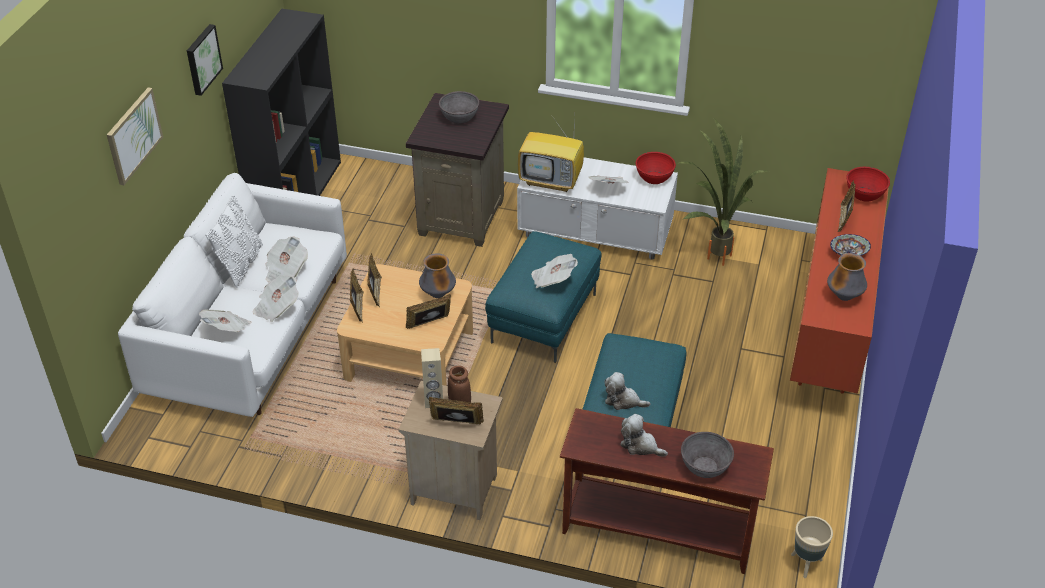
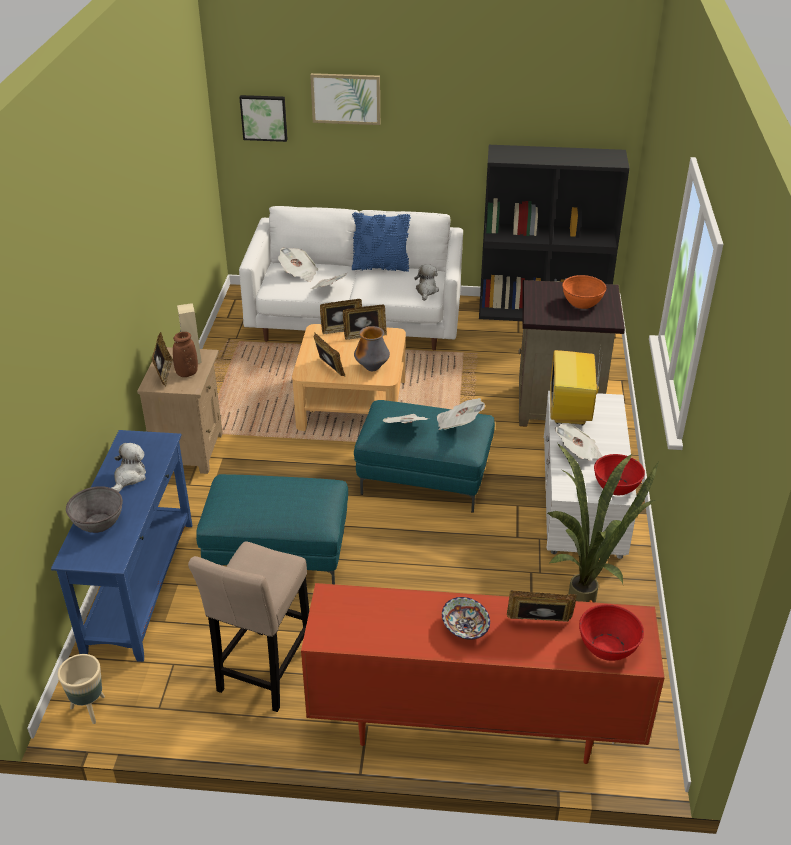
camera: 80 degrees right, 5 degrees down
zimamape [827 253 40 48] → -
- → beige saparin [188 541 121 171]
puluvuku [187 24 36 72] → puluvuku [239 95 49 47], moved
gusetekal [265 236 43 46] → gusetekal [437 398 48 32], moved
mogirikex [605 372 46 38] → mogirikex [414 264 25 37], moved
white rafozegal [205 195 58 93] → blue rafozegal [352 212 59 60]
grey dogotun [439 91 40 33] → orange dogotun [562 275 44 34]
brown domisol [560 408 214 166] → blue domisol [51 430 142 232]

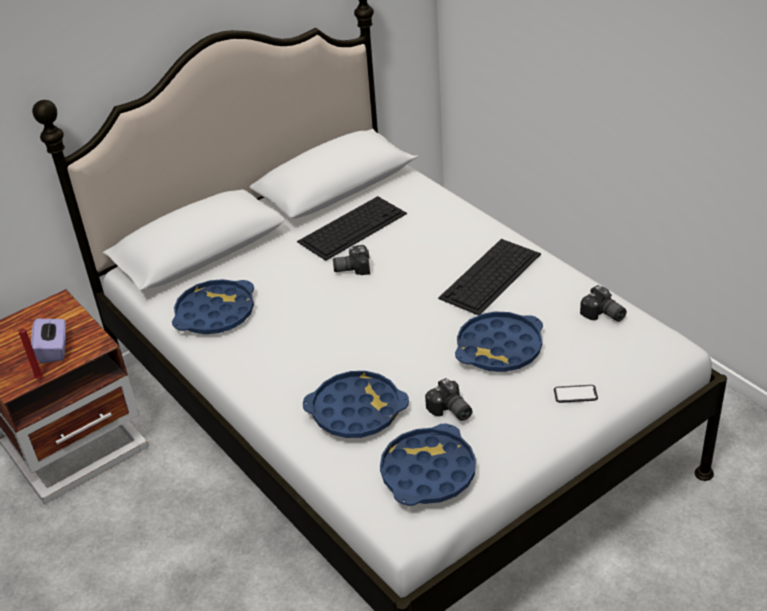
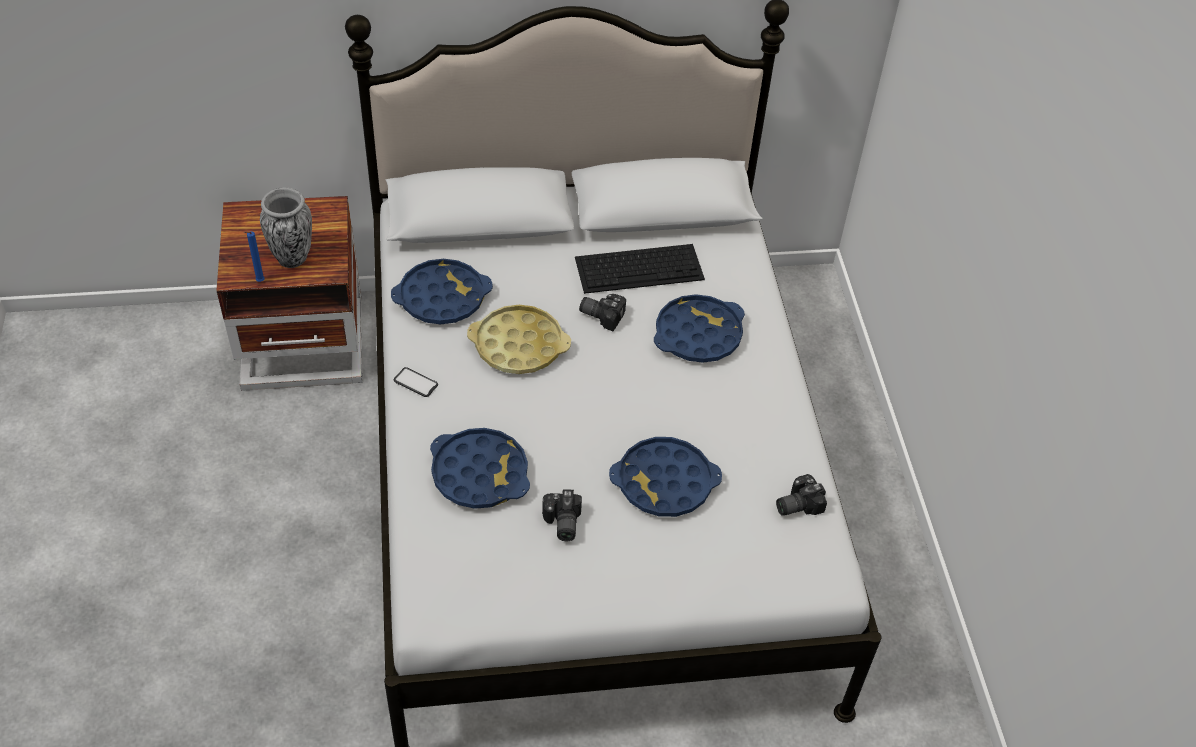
camera: 25 degrees right, 10 degrees up
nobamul [438 239 103 76] → -
- → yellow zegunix [467 305 104 69]
blue zegunix [380 424 96 82] → blue zegunix [654 294 91 69], moved
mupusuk [554 385 44 18] → mupusuk [393 367 45 30], moved
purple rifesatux [31 317 35 47] → zimamape [260 187 52 81]
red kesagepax [17 328 26 51] → blue kesagepax [243 231 22 51]
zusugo [580 285 47 37] → zusugo [776 474 51 42], 75 degrees clockwise

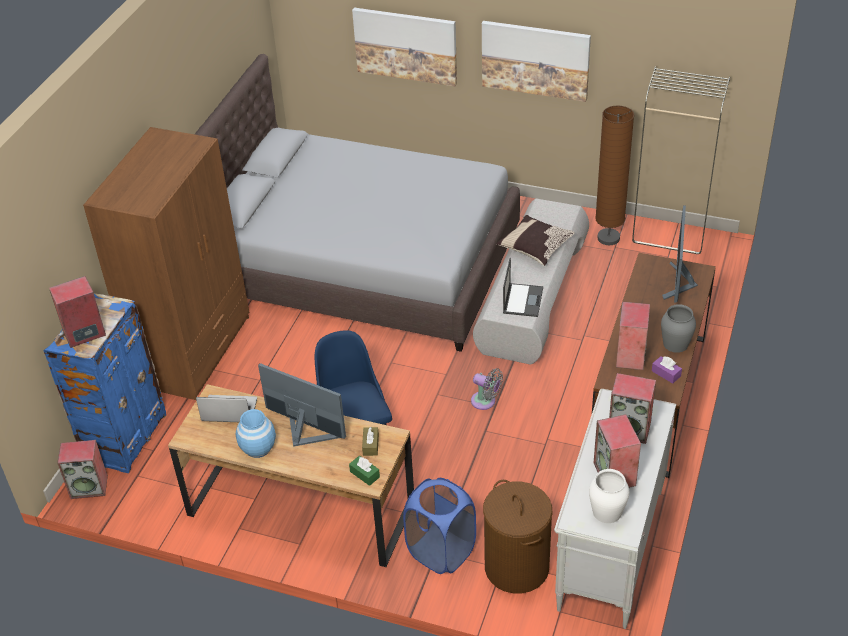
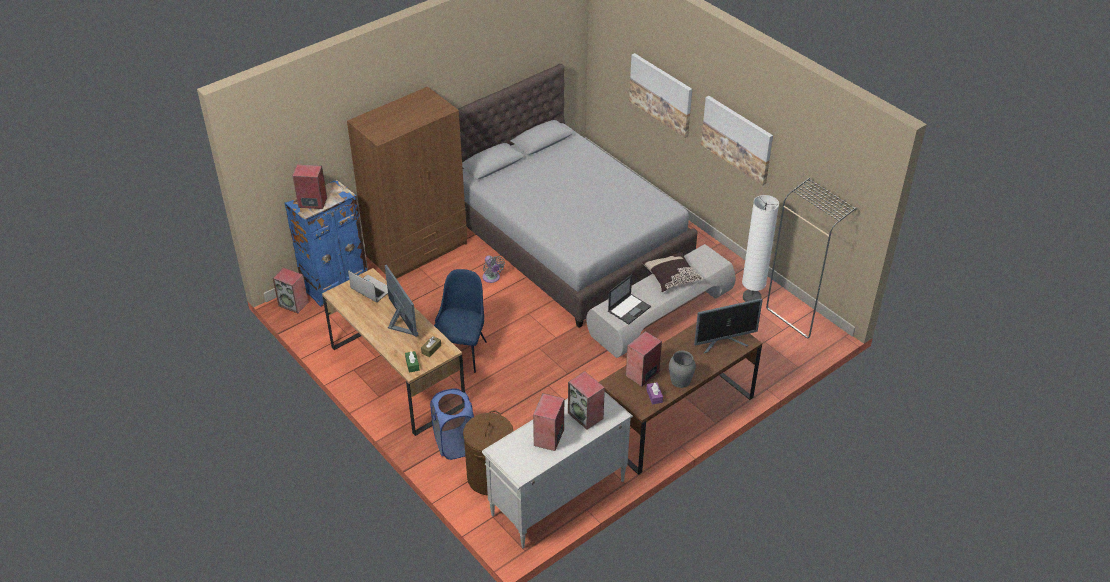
camera: 30 degrees right, 0 degrees up
blue zimamape [236 409 40 49] → -
white zimamape [589 469 41 54] → -
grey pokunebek [471 368 32 42] → grey pokunebek [483 256 22 27], moved
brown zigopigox [595 105 39 140] → white zigopigox [742 195 37 107]
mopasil [662 205 36 98] → mopasil [694 298 69 55], 150 degrees counterclockwise

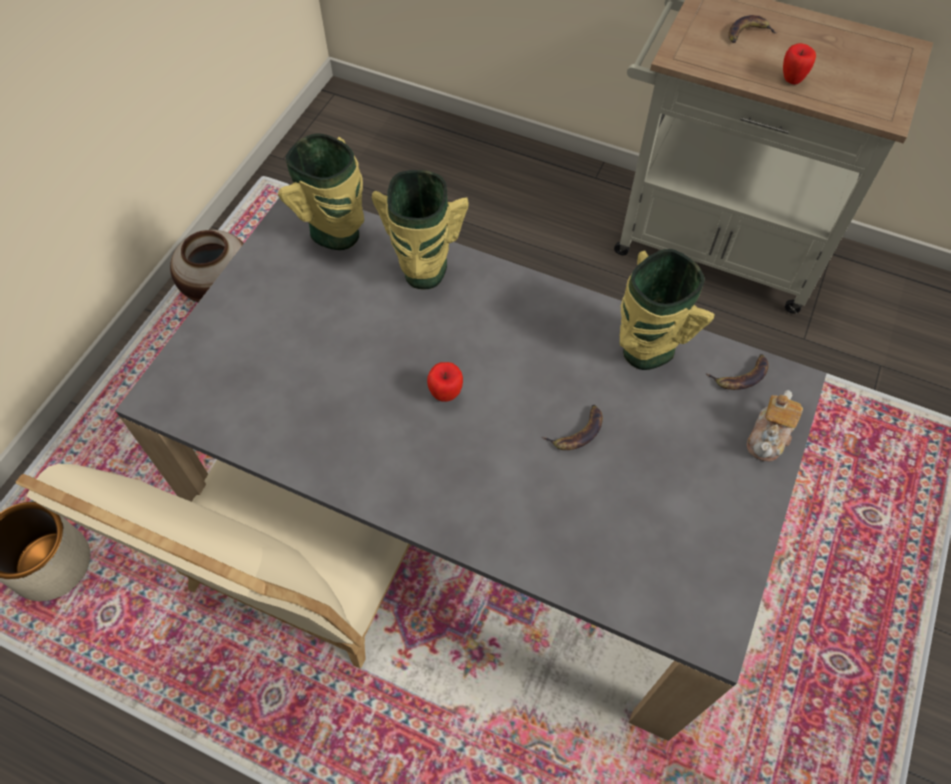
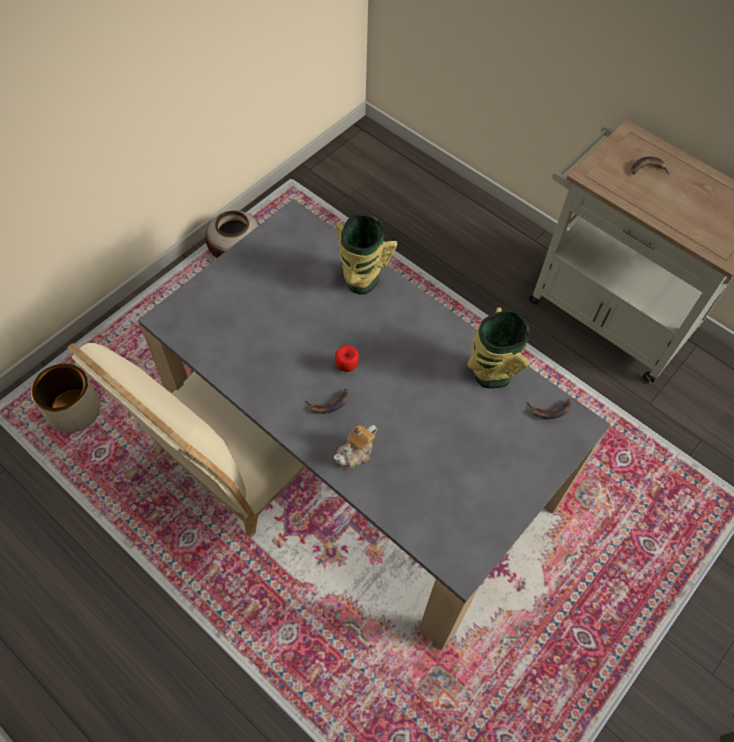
camera: 15 degrees right, 0 degrees up
zimamape [278 134 86 116] → -
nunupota [783 43 33 42] → -
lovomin [542 405 61 45] → lovomin [304 389 45 25], moved
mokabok [747 390 56 71] → mokabok [334 425 43 44], moved

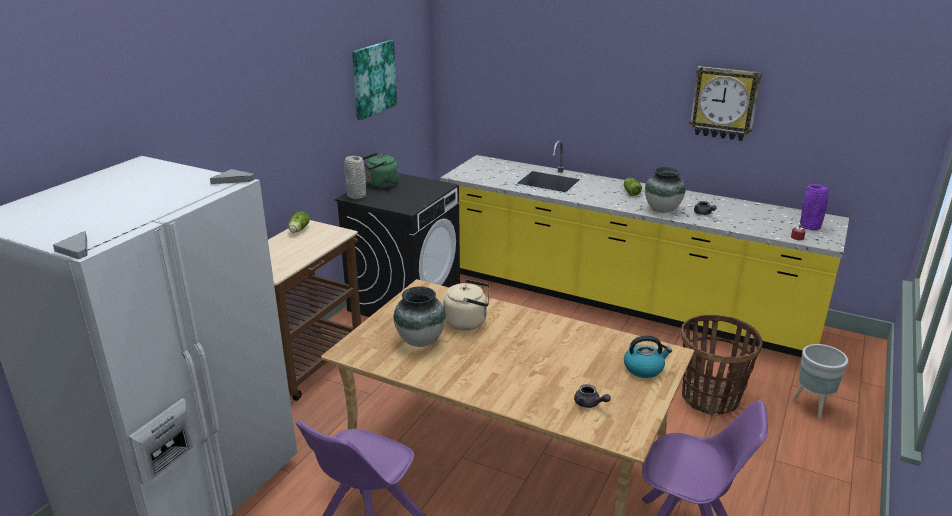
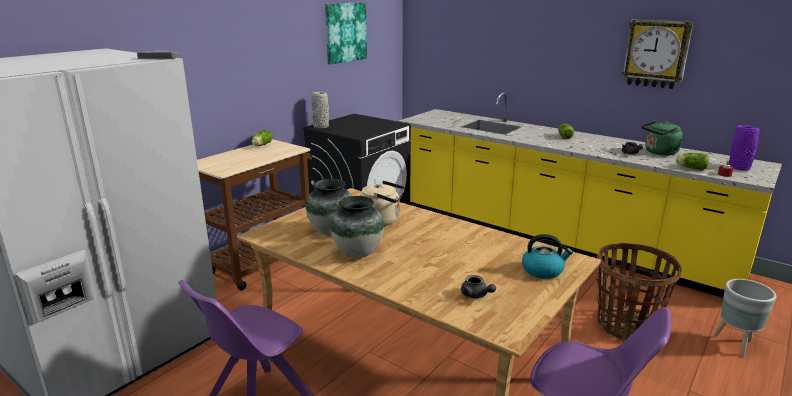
camera: 10 degrees right, 5 degrees down
- → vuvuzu [676 153 33 17]
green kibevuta [363 153 36 35] → green kibevuta [641 121 42 34], moved
zimamape [645 167 40 46] → zimamape [330 196 54 62], moved

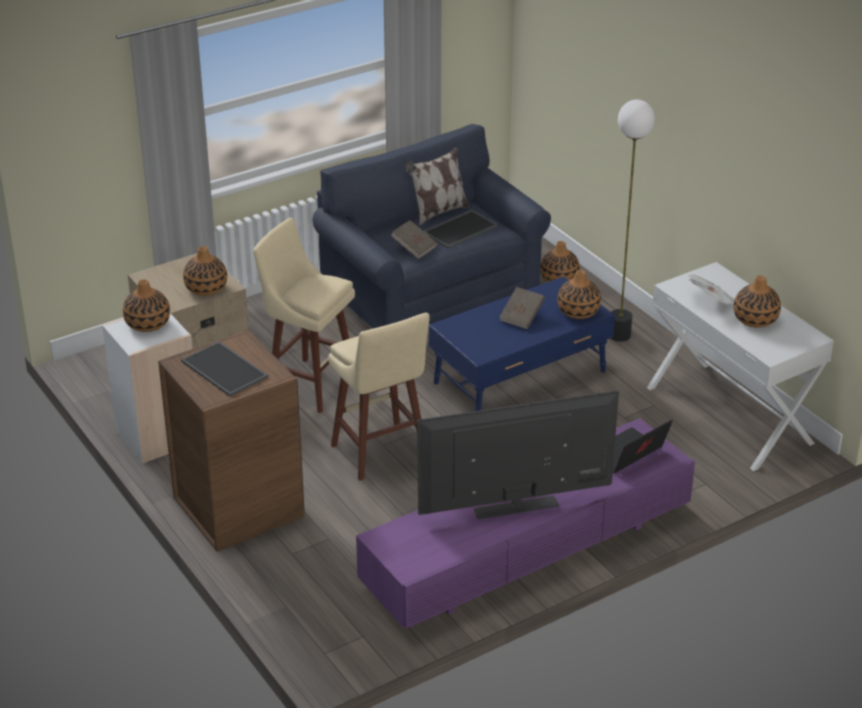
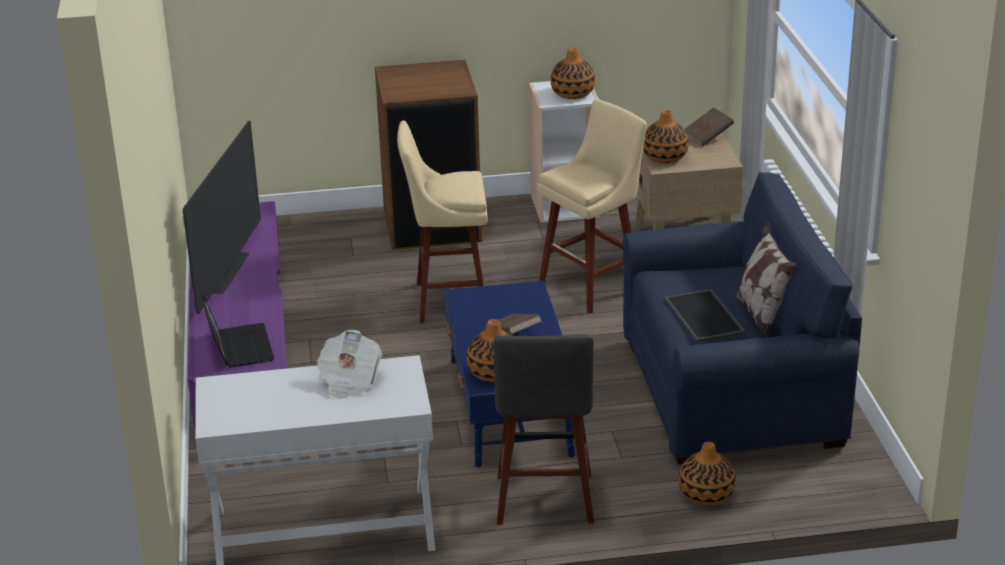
camera: 115 degrees right, 5 degrees down
zegunix [181 341 87 55] → -
zimamape [734 275 47 53] → -
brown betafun [391 220 47 39] → brown betafun [684 107 50 40], moved
zigopigox [611 99 44 243] → grey saparin [493 334 101 191]

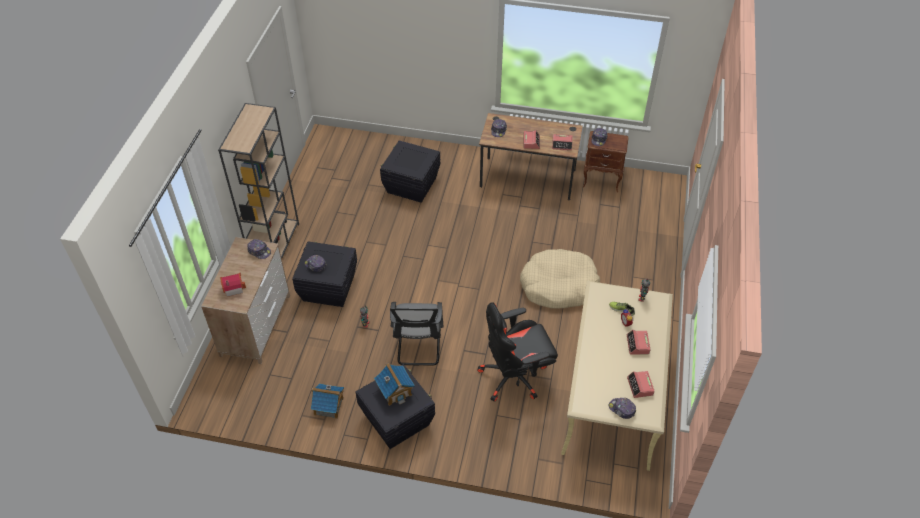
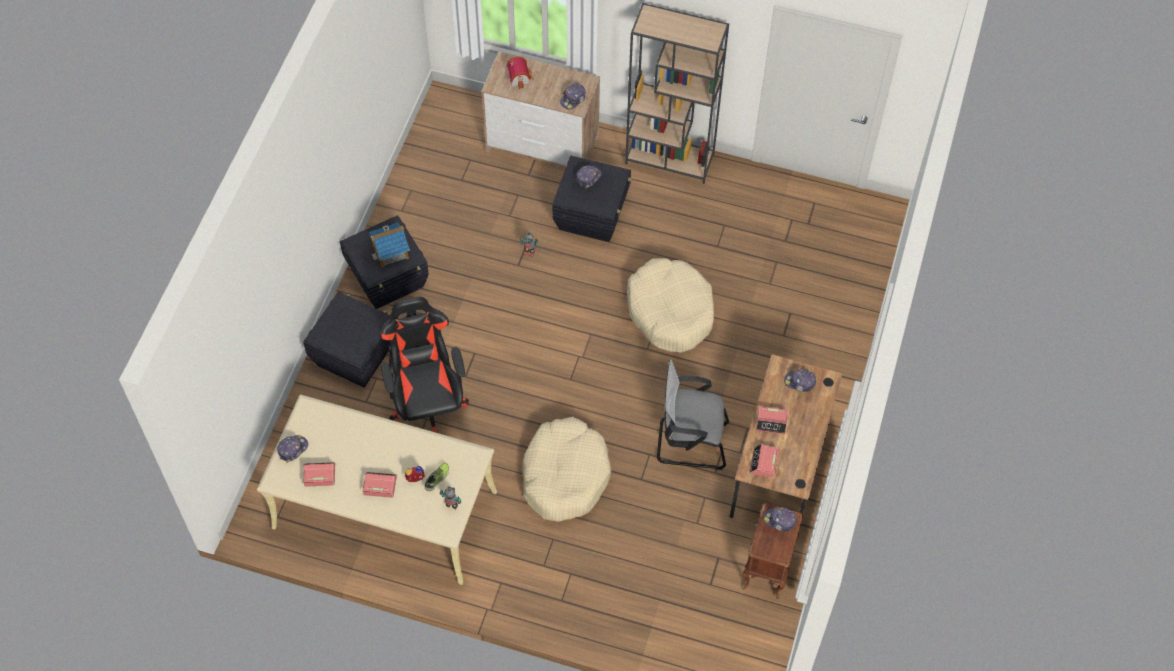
camera: 95 degrees right, 10 degrees up
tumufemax [311 384 33 35] → -
- → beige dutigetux [627 258 87 95]
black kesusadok [380 140 61 63] → black kesusadok [303 292 88 96], moved
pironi [390 302 54 64] → pironi [657 359 72 111], moved

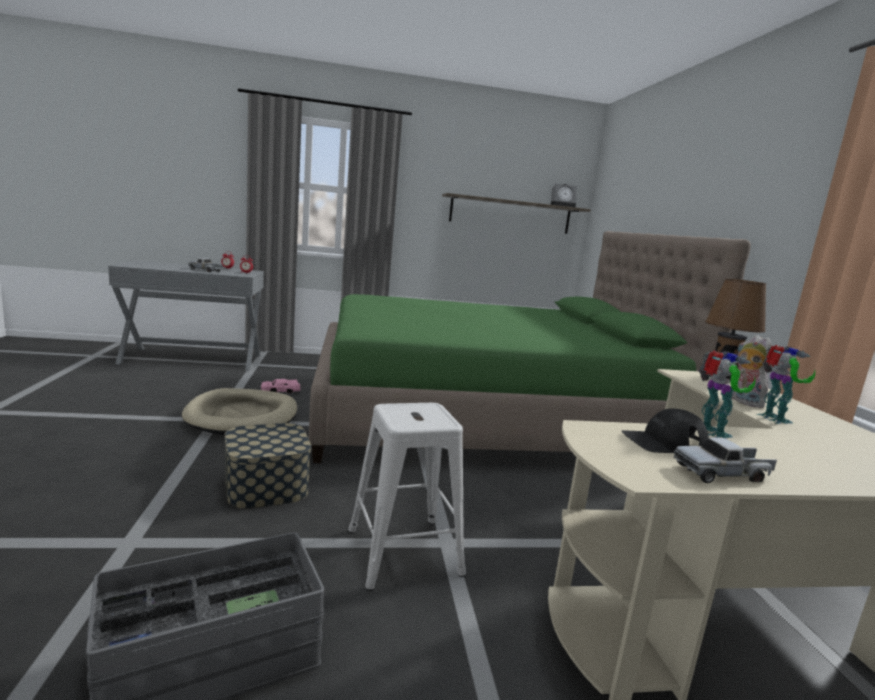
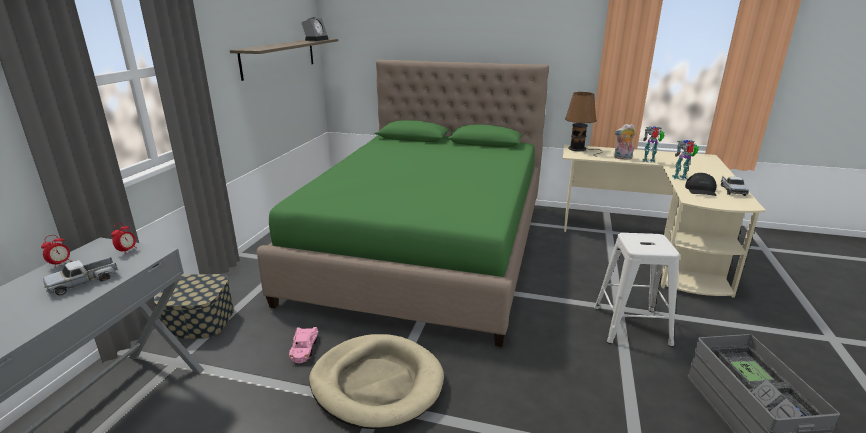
camera: 65 degrees left, 10 degrees up
kesusadok [225 423 86 86] → kesusadok [154 274 80 65], moved

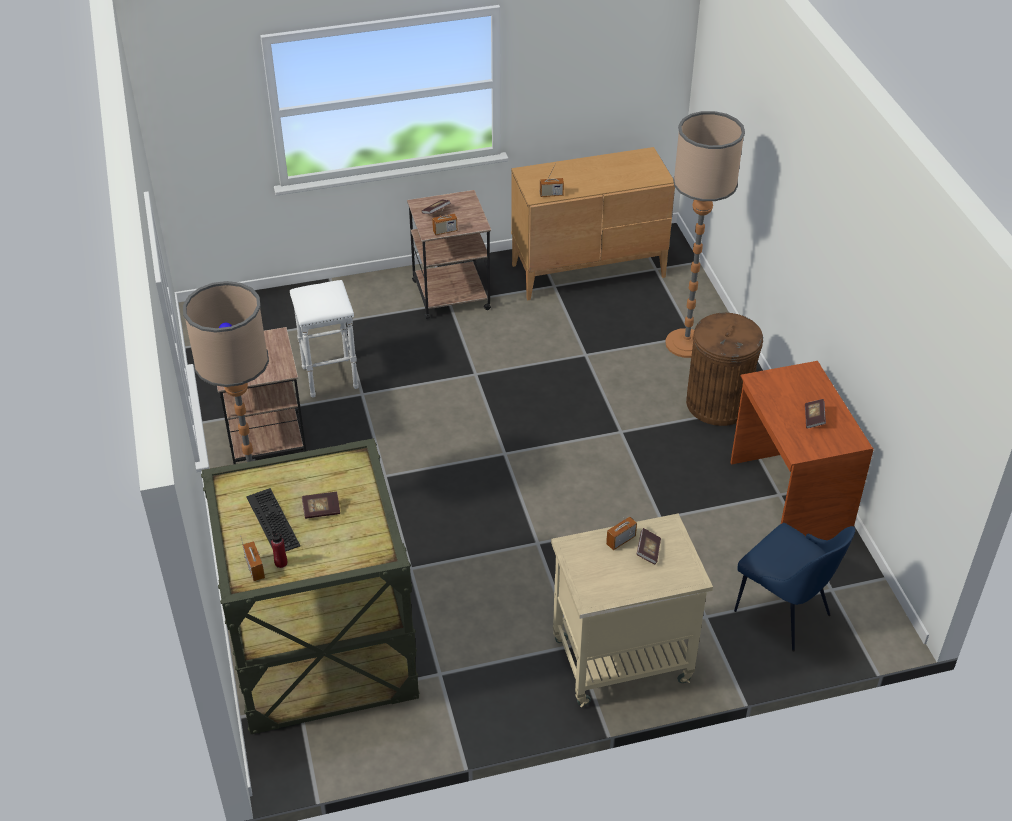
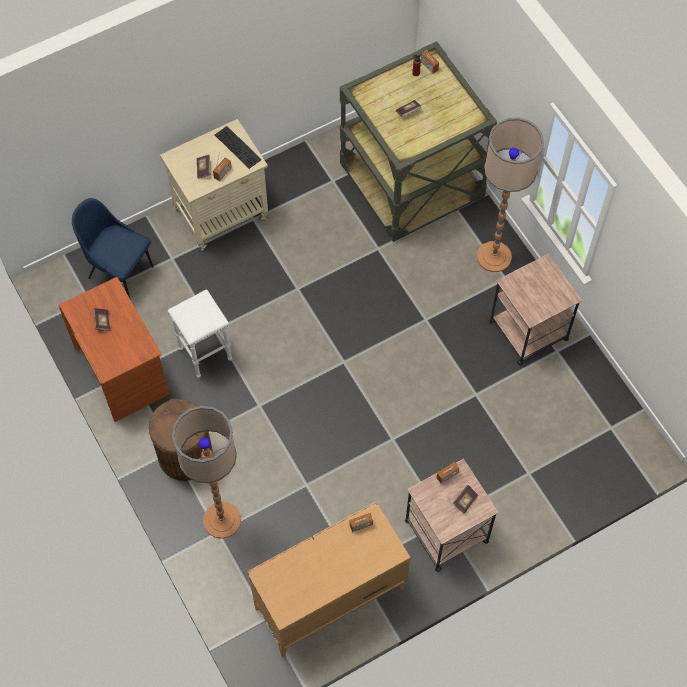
camera: 165 degrees right, 20 degrees up
nobamul [246 488 54 64] → nobamul [215 126 47 43], moved
white saparin [290 280 69 118] → white saparin [168 289 64 89], moved

